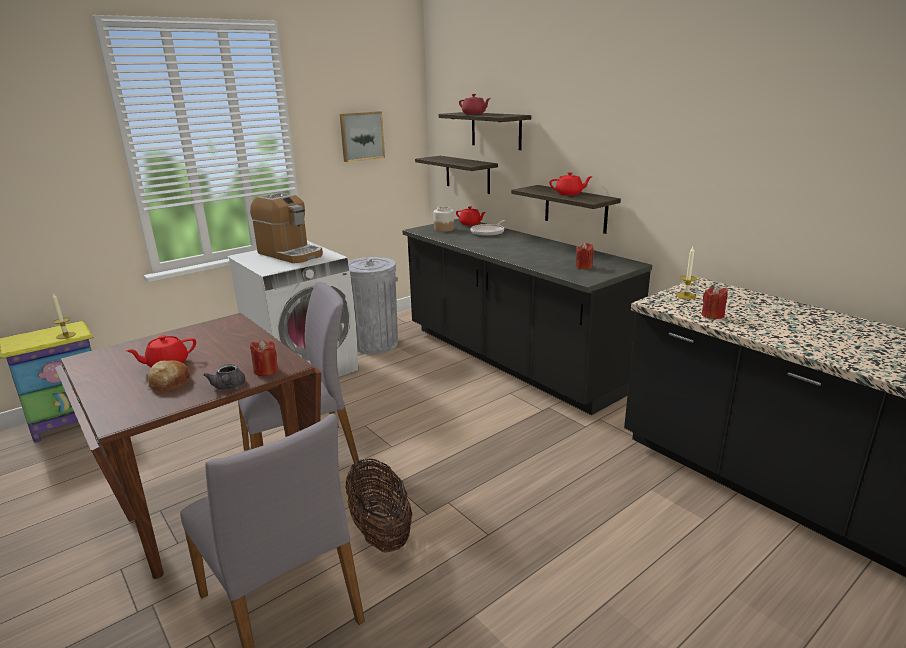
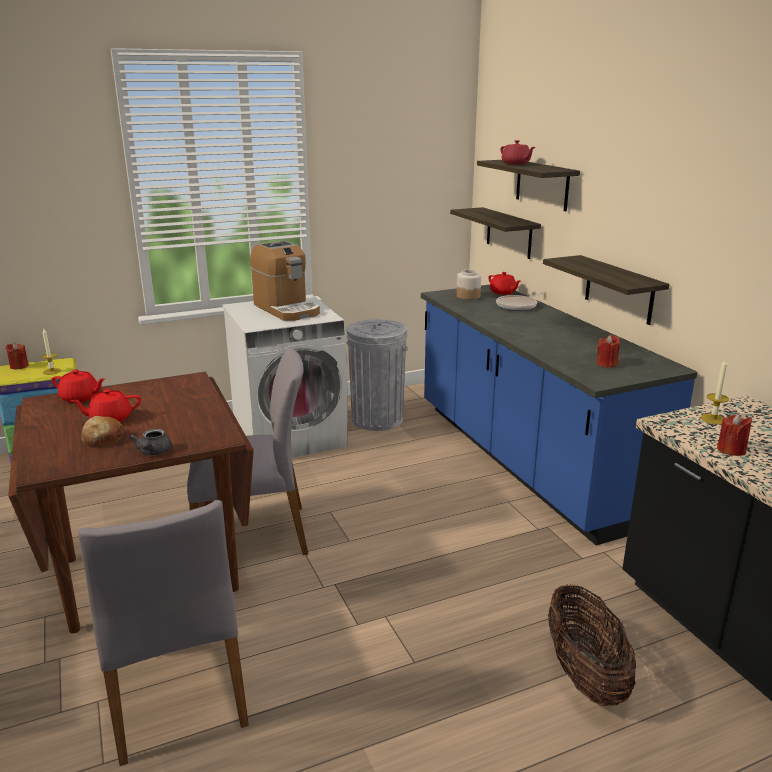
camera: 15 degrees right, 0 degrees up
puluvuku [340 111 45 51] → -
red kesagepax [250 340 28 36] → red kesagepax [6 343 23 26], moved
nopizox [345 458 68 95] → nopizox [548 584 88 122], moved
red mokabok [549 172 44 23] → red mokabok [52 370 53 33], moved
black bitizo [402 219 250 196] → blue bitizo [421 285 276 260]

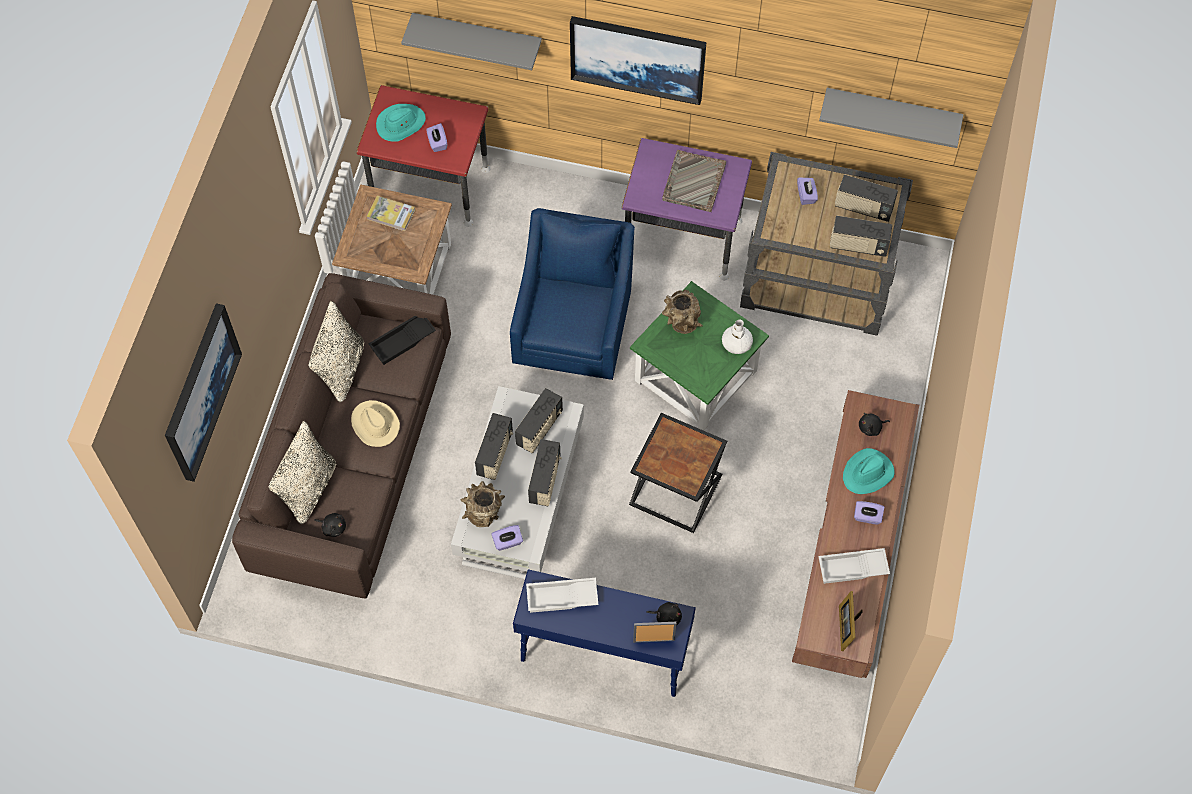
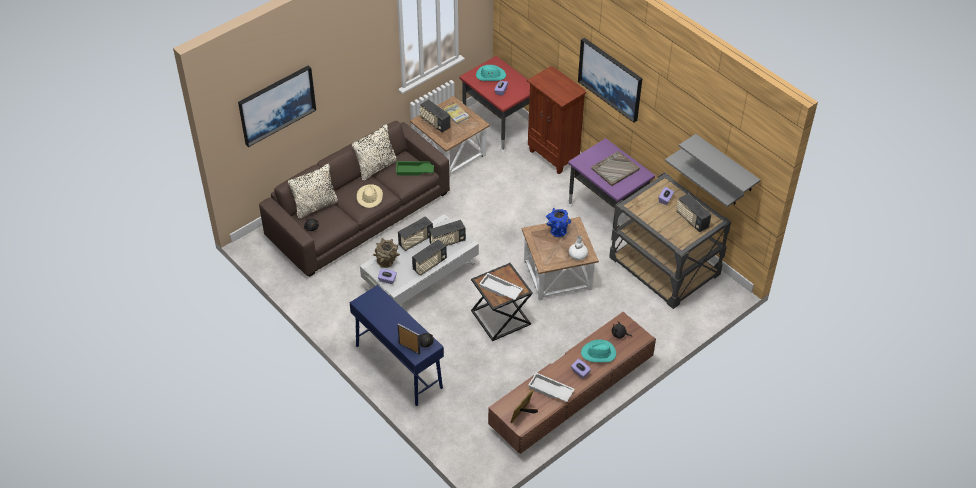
camera: 35 degrees right, 15 degrees down
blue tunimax [510 208 125 172] → -
- → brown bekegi [527 66 59 108]
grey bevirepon [401 13 141 57] → grey bevirepon [665 148 79 59], moved
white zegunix [526 578 73 35] → white zegunix [479 273 44 27], moved
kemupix [830 216 62 41] → kemupix [420 99 31 34], moved
black zegunix [369 316 67 49] → green zegunix [396 161 38 14]
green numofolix [630 281 139 150] → brown numofolix [522 217 77 83]
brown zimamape [662 290 41 44] → blue zimamape [546 208 25 29]

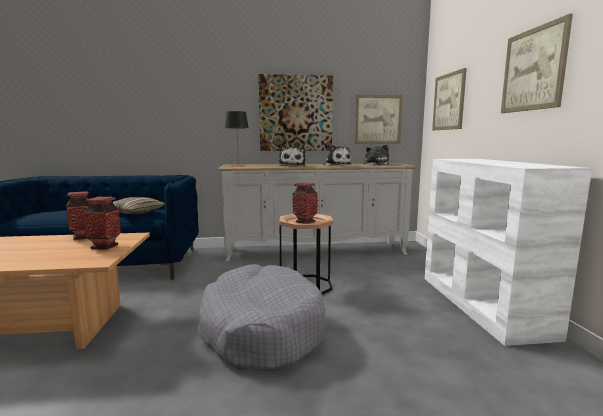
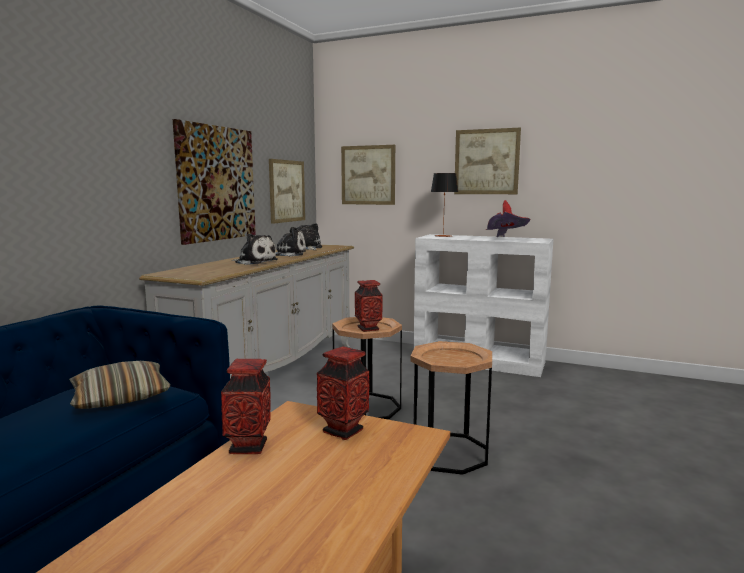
camera: 60 degrees left, 0 degrees up
- → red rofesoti [486 200 44 37]
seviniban [225 111 24 56] → seviniban [431 173 27 64], moved
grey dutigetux [197 264 128 107] → brown numofolix [410 341 82 134]

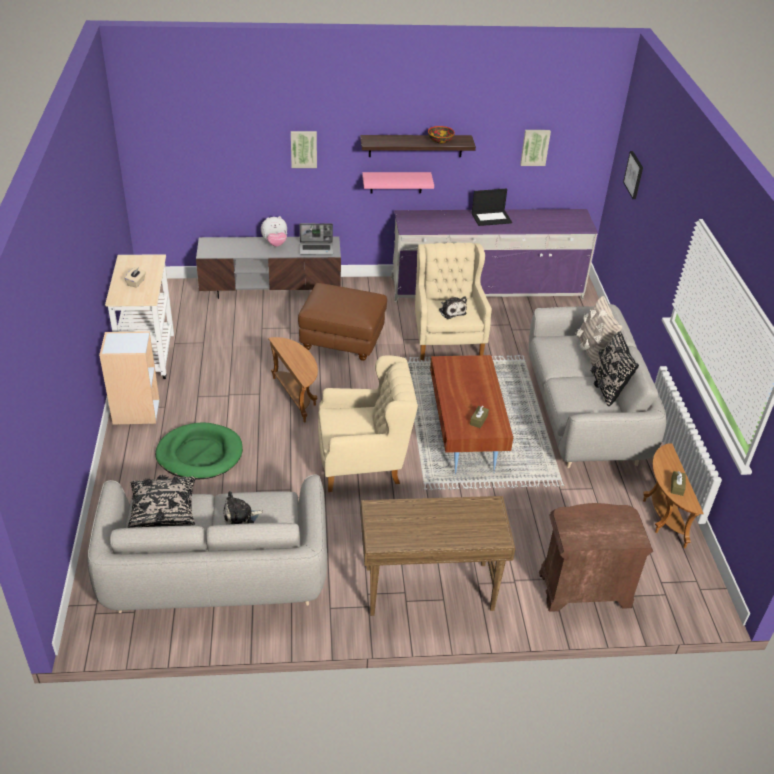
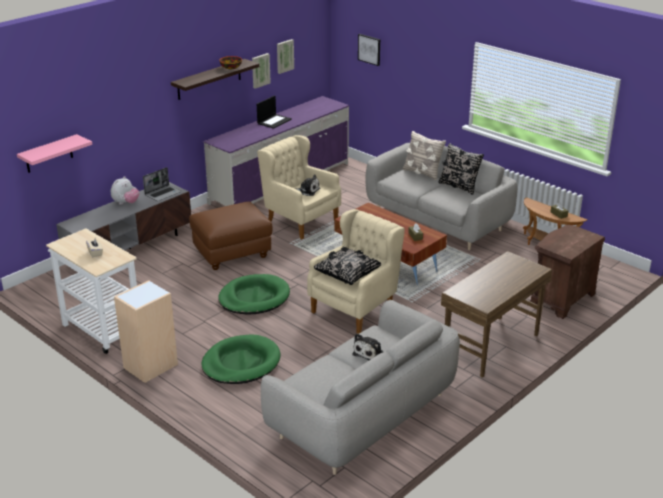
camera: 40 degrees left, 10 degrees down
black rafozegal [127 475 68 53] → black rafozegal [314 246 68 39], moved
puluvuku [291 131 26 37] → puluvuku [252 53 19 36], moved
pink bevirepon [362 172 72 21] → pink bevirepon [17 134 75 39], moved
brown numofolix [268 337 50 86] → green dutigetux [218 274 72 41]

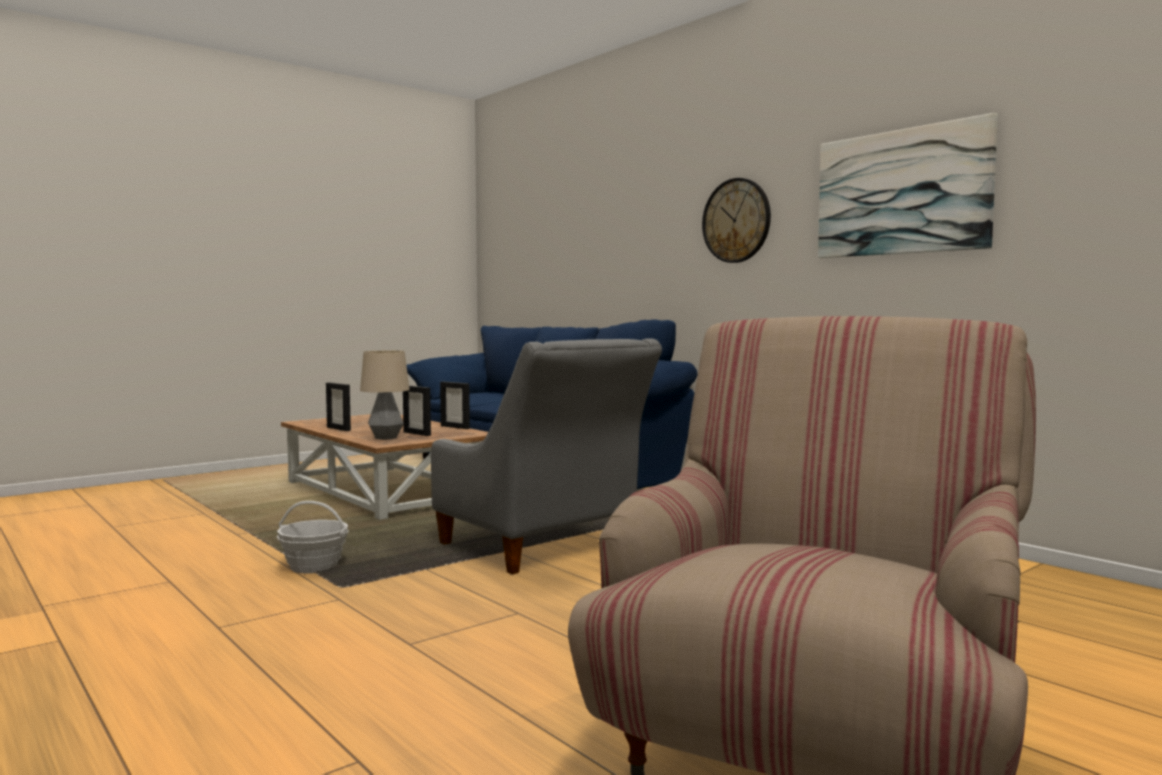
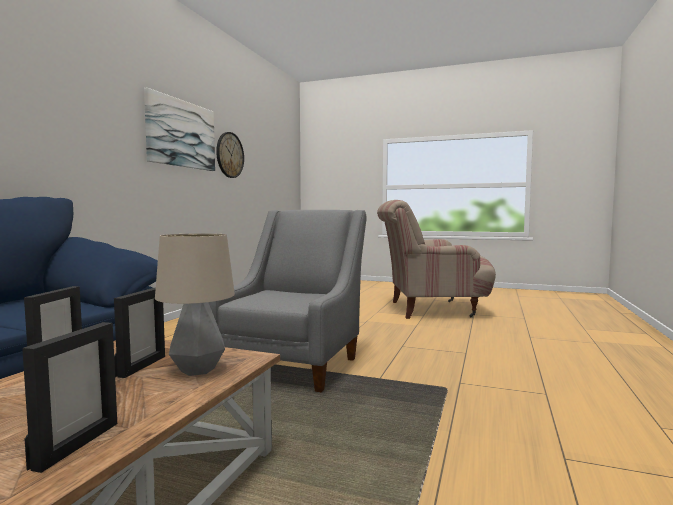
camera: 120 degrees left, 0 degrees up
nopizox [277 501 72 72] → -
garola [702 178 69 85] → garola [216 132 28 46], moved

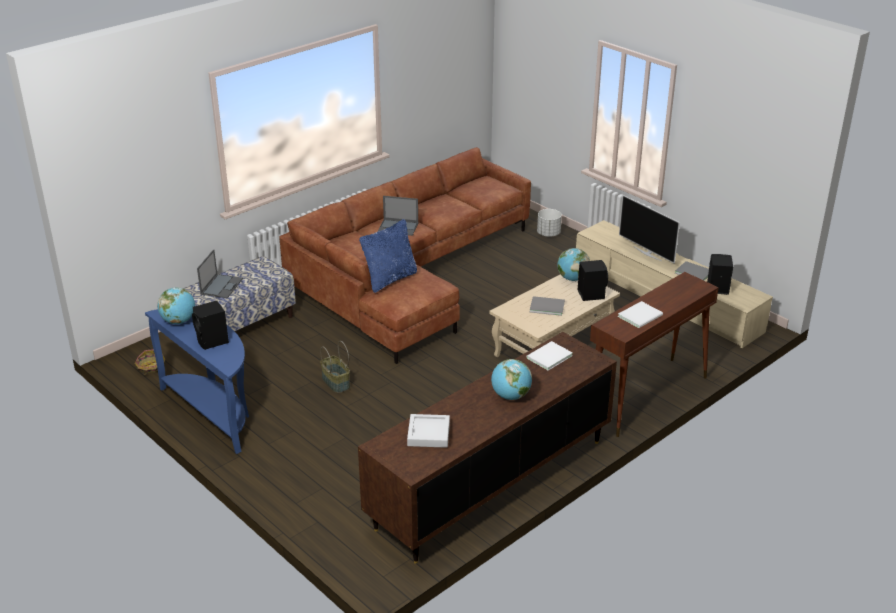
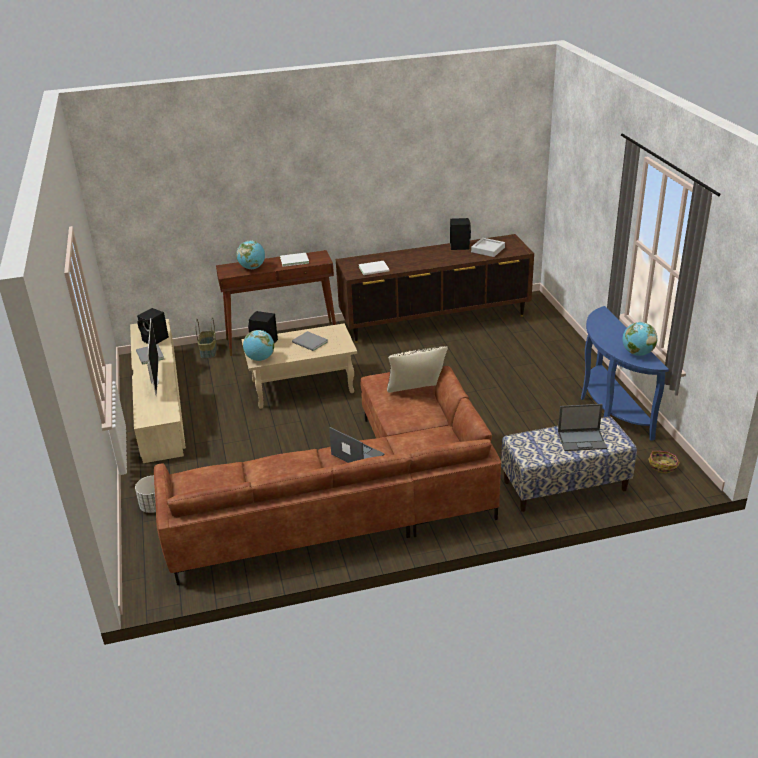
camera: 150 degrees left, 0 degrees up
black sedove [192 301 37 49] → black sedove [450 218 21 32], moved
nopizox [320 341 30 52] → nopizox [195 318 22 41], moved
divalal [491 359 41 41] → divalal [236 241 29 28], moved
blue rafozegal [359 219 58 74] → beige rafozegal [387 346 61 46]
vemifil [197 249 46 49] → vemifil [558 404 49 47], 135 degrees counterclockwise

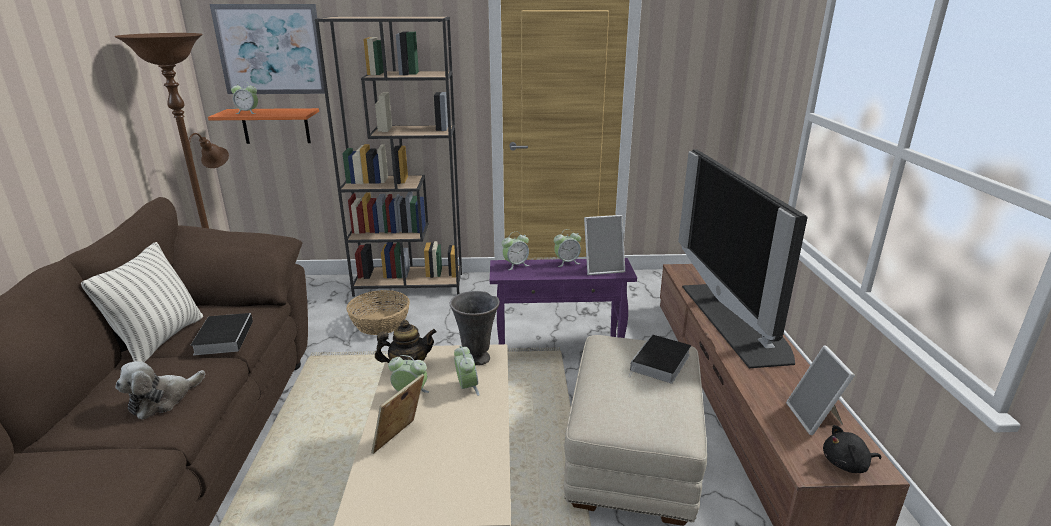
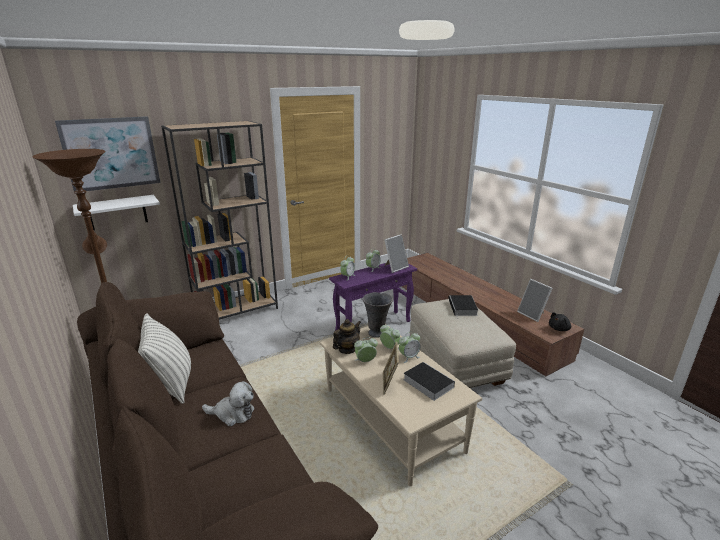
camera: 30 degrees left, 0 degrees up
nopizox [346 290 64 45] → -
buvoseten [678 150 130 218] → -
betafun [190 313 63 42] → betafun [403 362 52 39], moved
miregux [231 81 27 33] → miregux [399 331 22 32], moved
orange bevirepon [208 108 111 36] → white bevirepon [73 195 87 35]
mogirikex [115 361 90 59] → mogirikex [202 381 52 45], 90 degrees counterclockwise

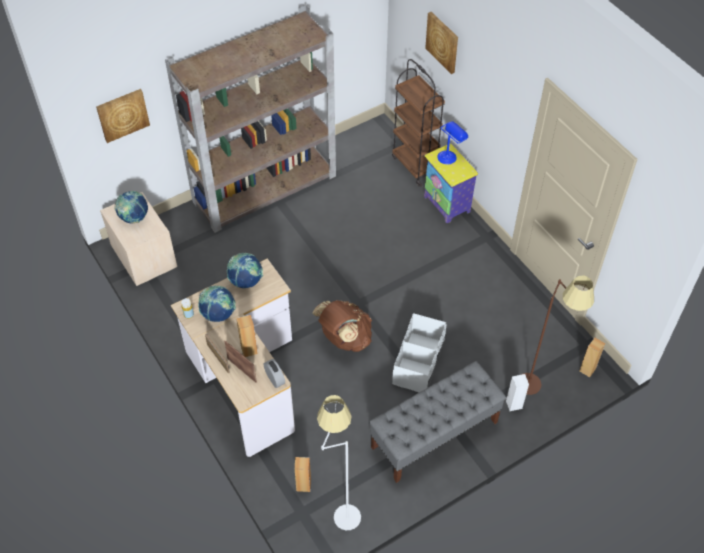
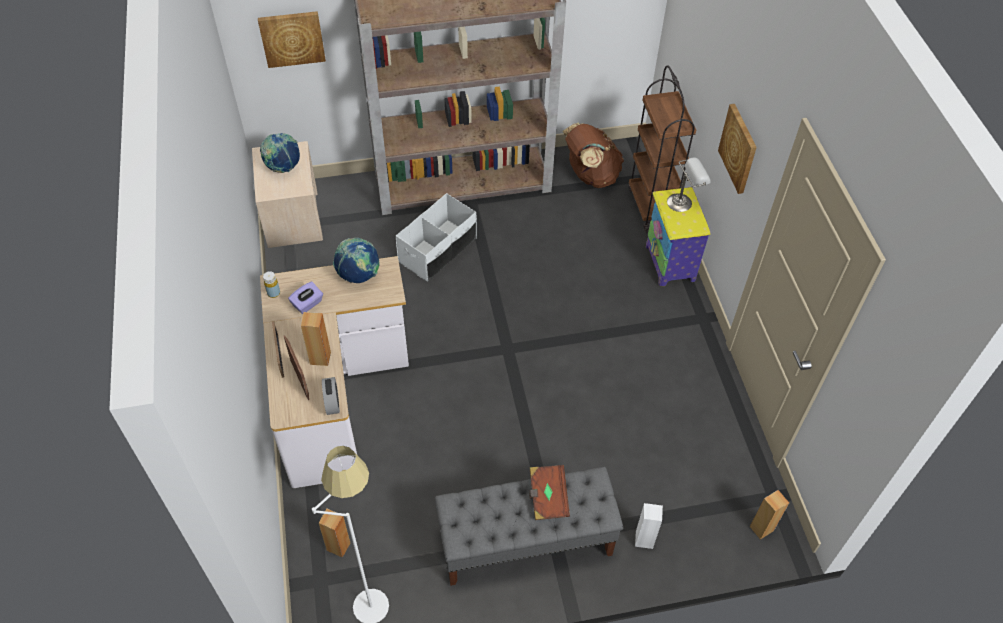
camera: 20 degrees right, 0 degrees up
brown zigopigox [521 275 73 120] → -
- → brown betafun [529 465 41 55]
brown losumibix [313 300 59 52] → brown losumibix [562 123 62 65], moved
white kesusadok [392 313 54 79] → white kesusadok [396 193 81 89], moved
puluvuku [425 12 33 62] → puluvuku [718 104 39 90], moved
divalal [198 286 38 36] → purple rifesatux [288 281 35 33]
blue seviniban [437 121 31 43] → white seviniban [667 158 44 54]

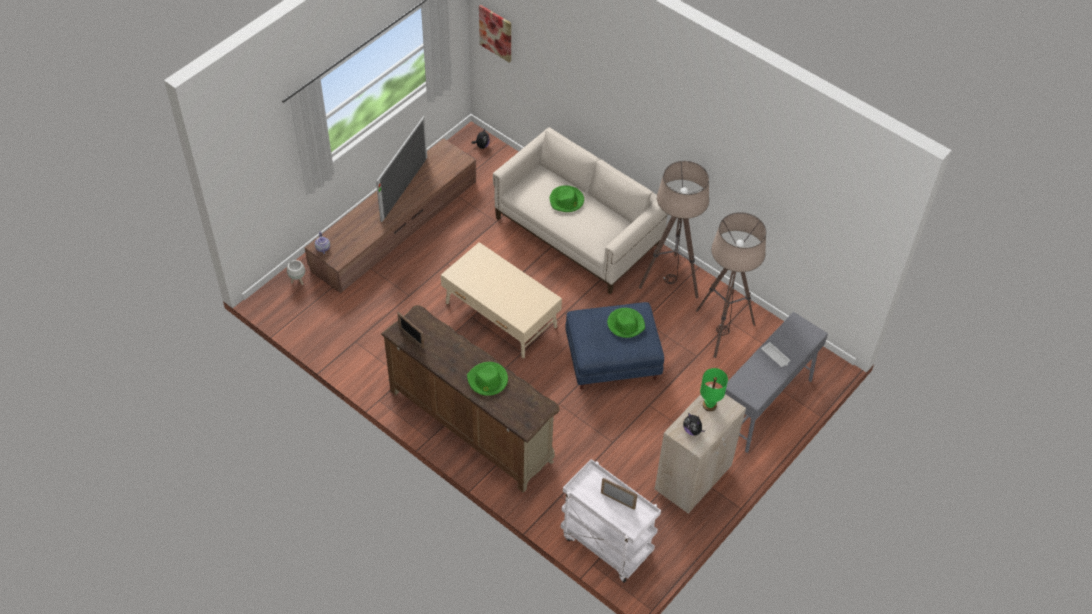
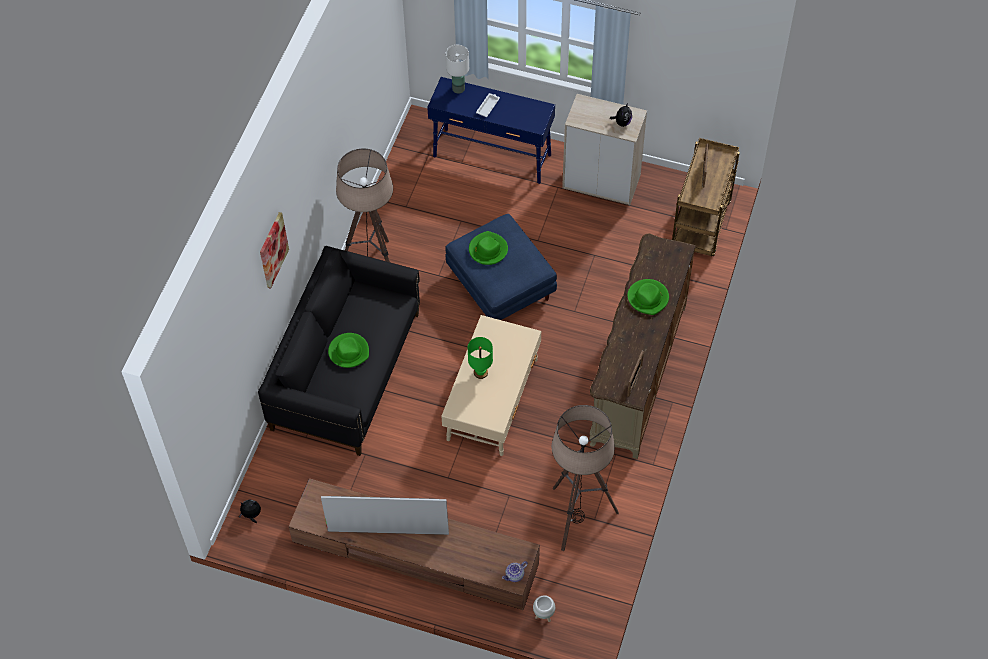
camera: 110 degrees left, 5 degrees up
- → white seviniban [446 45 23 48]
puluvuku [479 5 32 58] → puluvuku [260 212 29 77], moved
zigopigox [696 212 70 146] → zigopigox [552 405 67 146], moved
green seviniban [700 368 28 43] → green seviniban [468 337 25 42], moved
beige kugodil [493 127 175 167] → black kugodil [258 246 162 210]
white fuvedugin [561 459 100 124] → brown fuvedugin [672 138 68 118]
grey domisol [722 312 106 141] → blue domisol [427 77 128 107]

